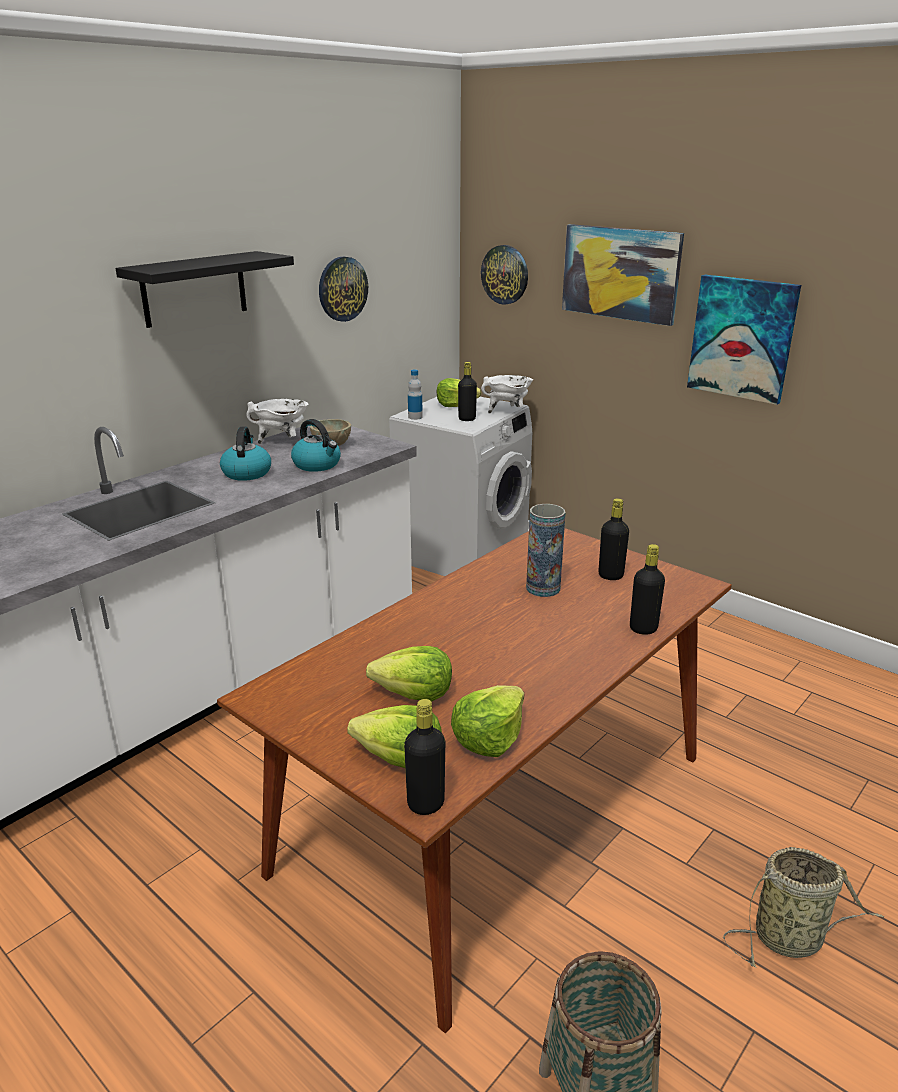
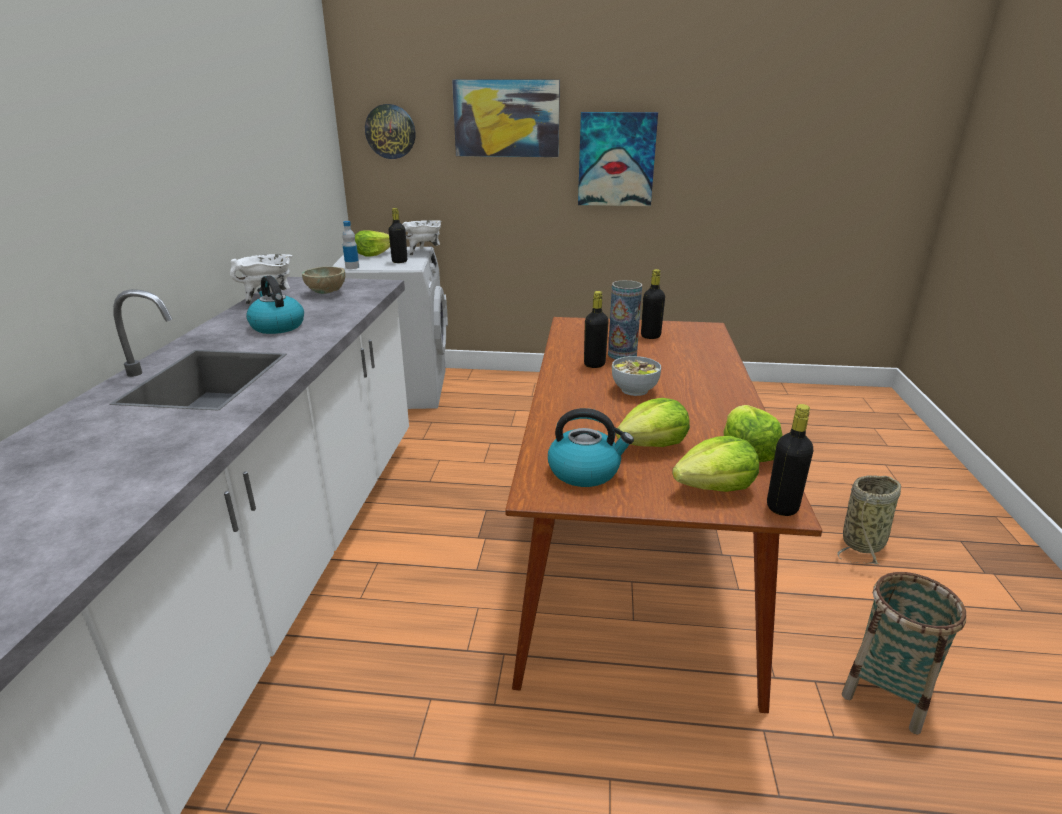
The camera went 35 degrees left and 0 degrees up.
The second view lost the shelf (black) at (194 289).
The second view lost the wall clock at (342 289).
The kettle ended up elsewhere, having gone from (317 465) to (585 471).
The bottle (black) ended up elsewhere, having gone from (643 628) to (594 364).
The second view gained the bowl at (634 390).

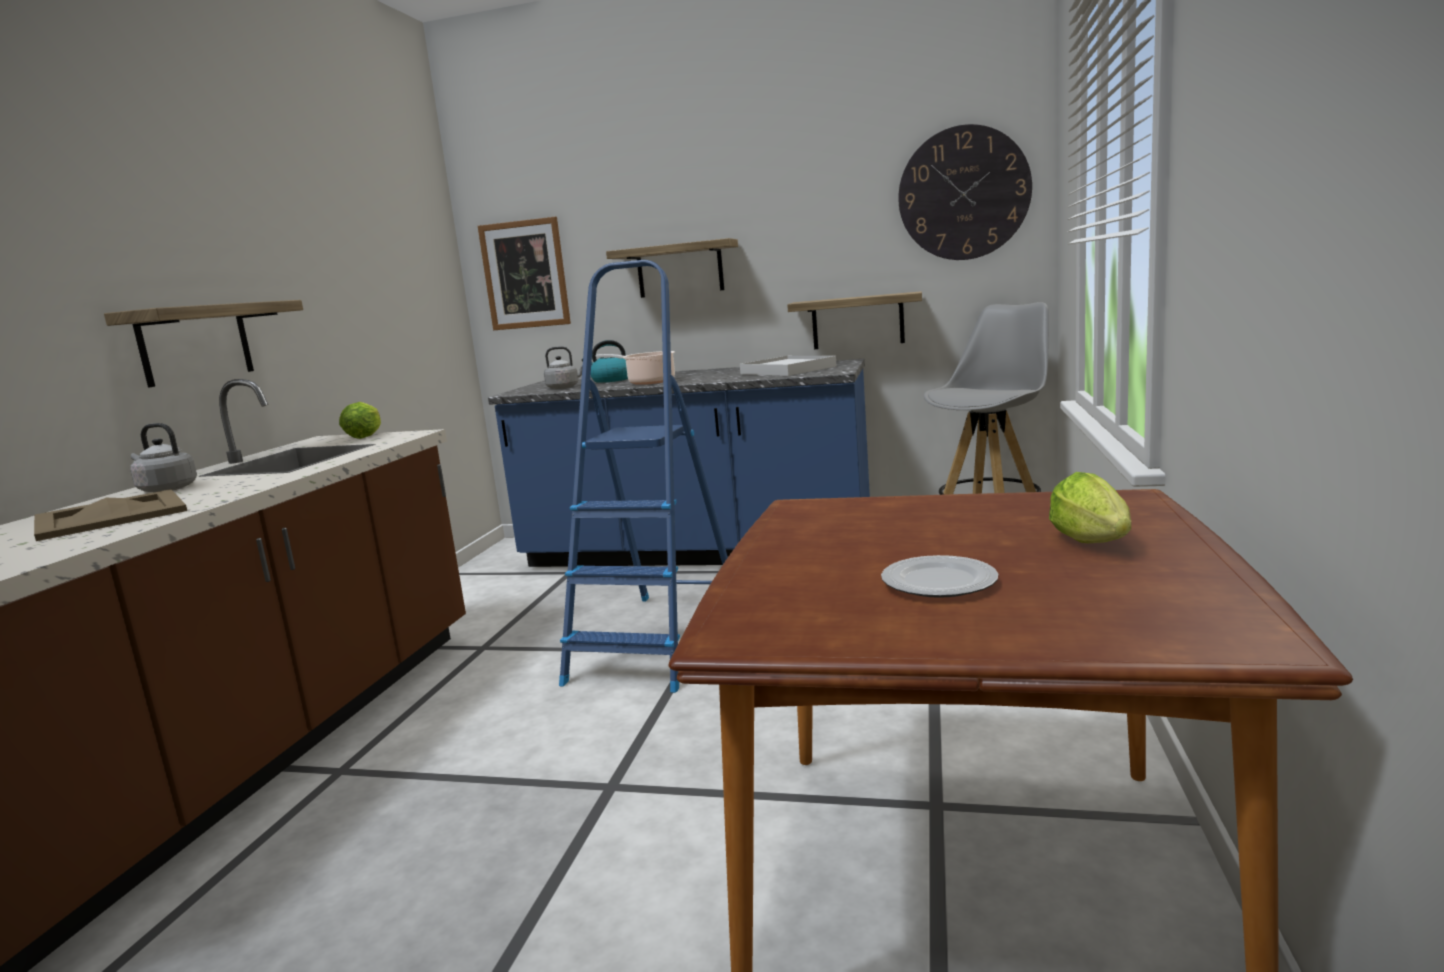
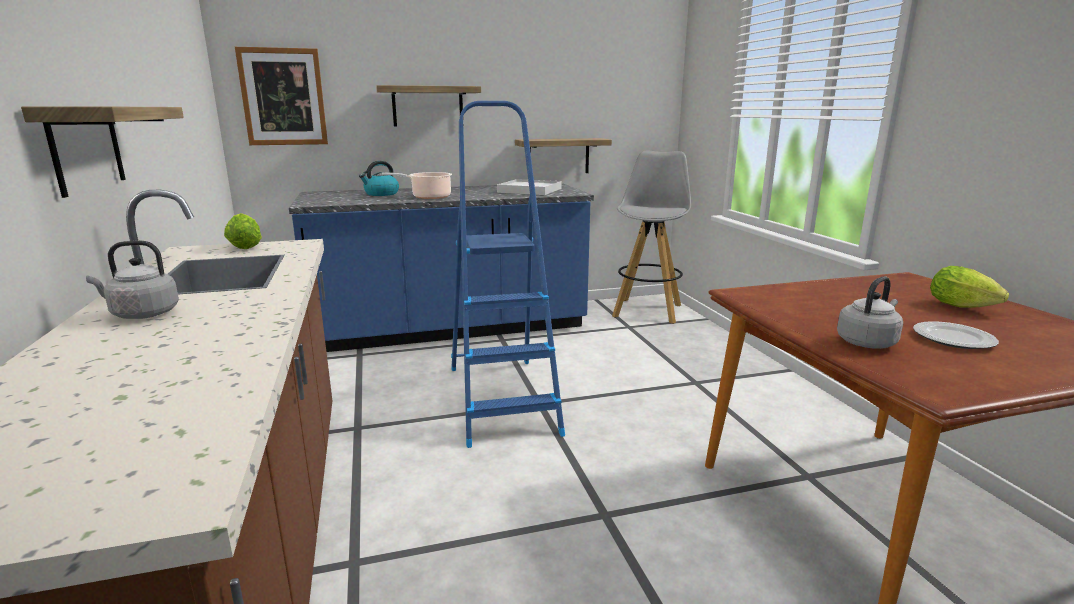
The camera went 30 degrees left and 5 degrees up.
The second view lost the wall clock at (963 193).
The kettle (grey) ended up elsewhere, having gone from (564 387) to (867 342).
The second view lost the tray (beige) at (112 515).

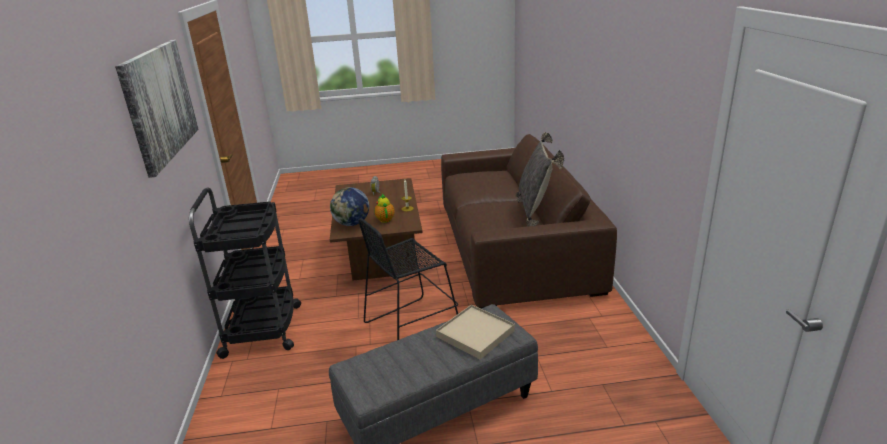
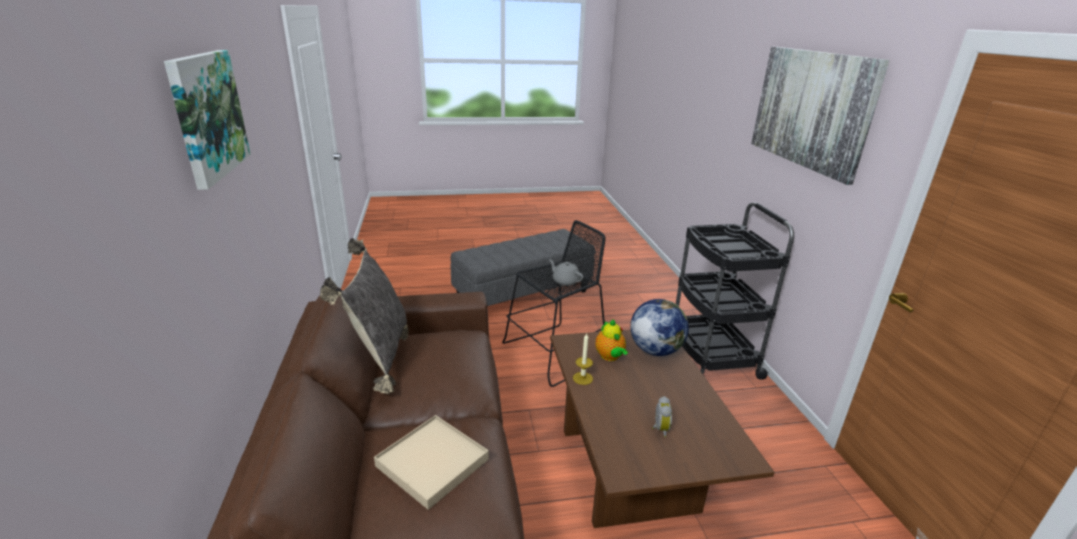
The camera went 175 degrees right and 0 degrees up.
The tray (beige) ended up elsewhere, having gone from (475 334) to (433 462).
The second view gained the picture at (207 115).
The second view gained the teapot (grey) at (565 281).

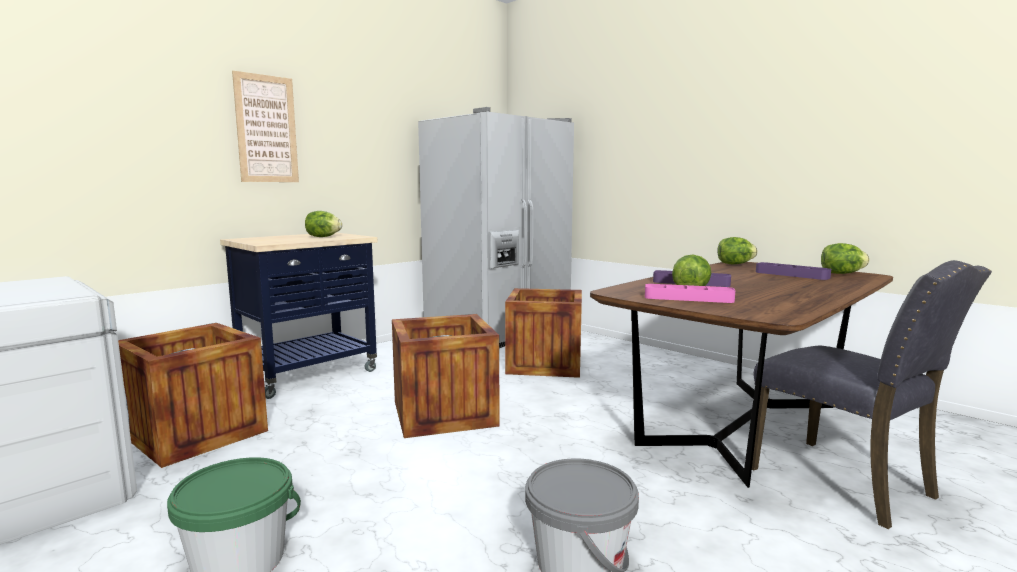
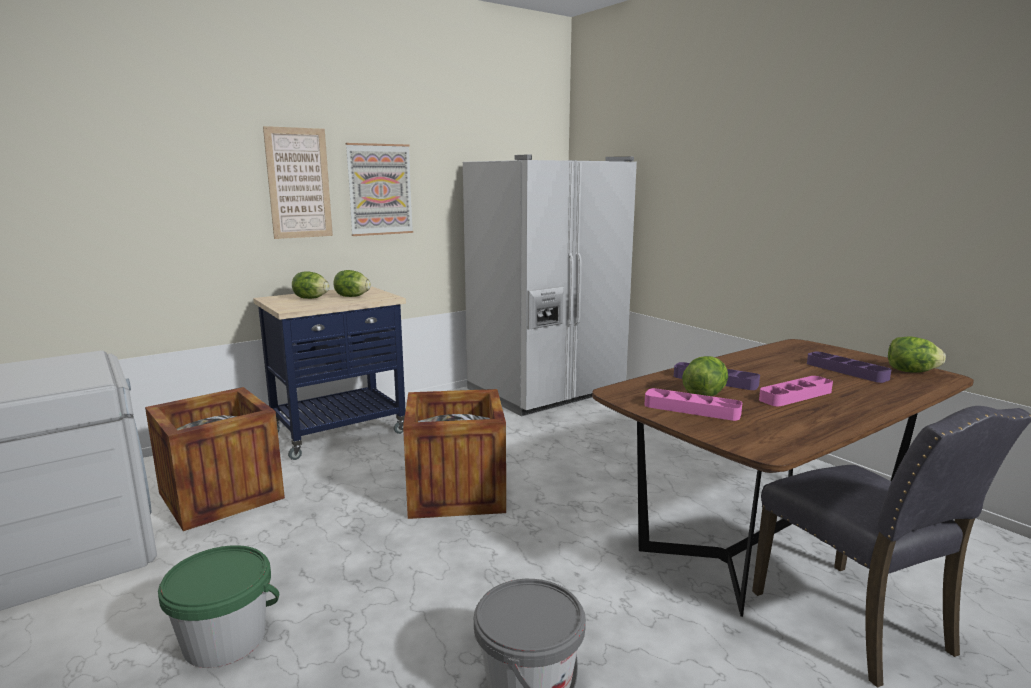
The camera went 10 degrees right and 5 degrees up.
The lettuce ended up elsewhere, having gone from (734 264) to (311 298).
The second view lost the crate at (544 364).
The second view gained the picture at (380 189).
The second view gained the tray (pink) at (795 395).

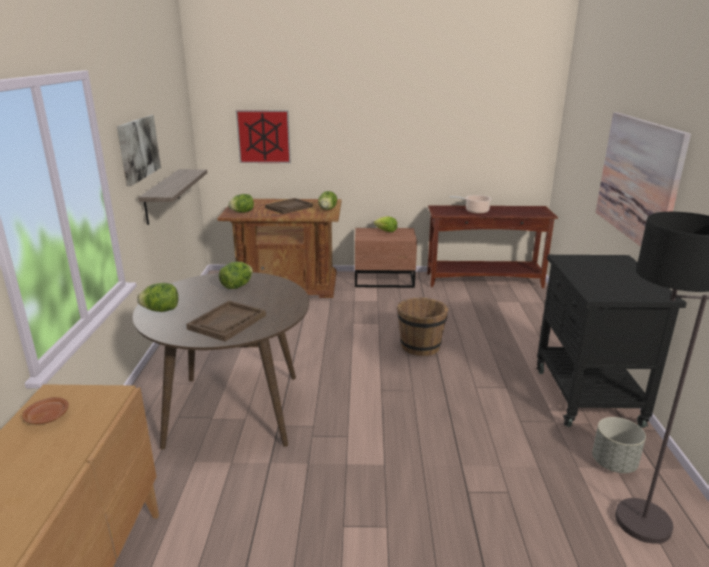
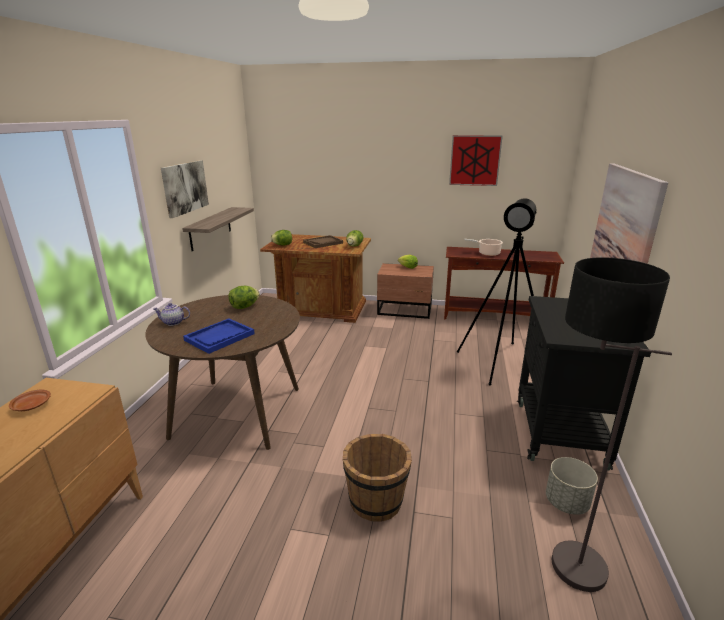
The camera went 10 degrees right and 0 degrees up.
The picture ended up elsewhere, having gone from (263 136) to (475 160).
Where the lettuce stood at (161 310), the teapot came to stand at (173 323).
The bucket (brown) ended up elsewhere, having gone from (420 346) to (376 501).
What was the tray (brown) at (227 322) turned into the tray (blue) at (219 337).
The second view gained the floor lamp (black) at (502 363).

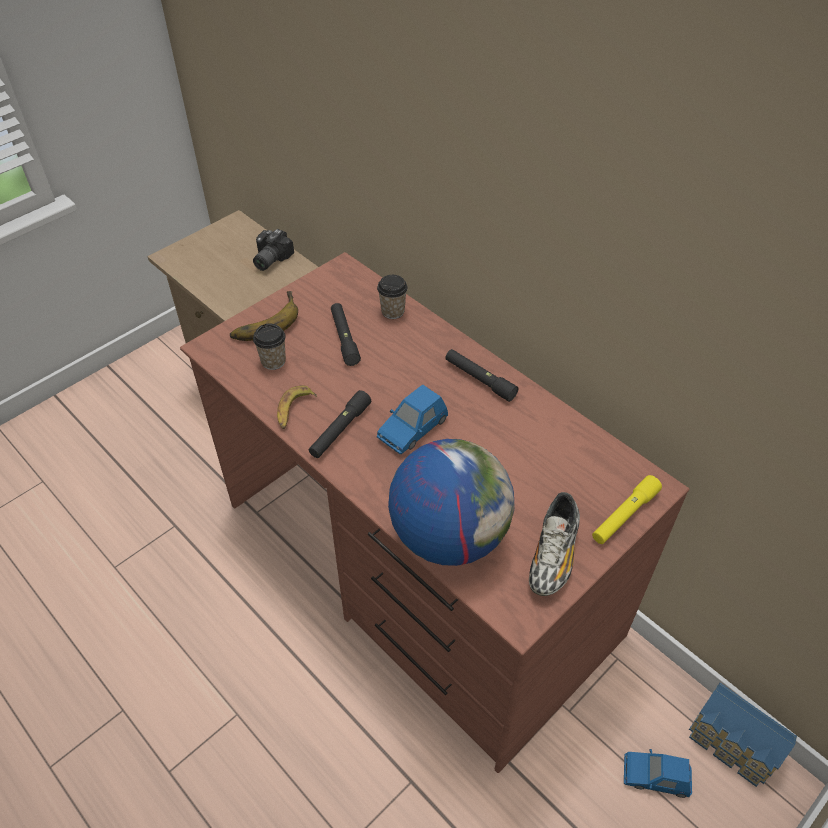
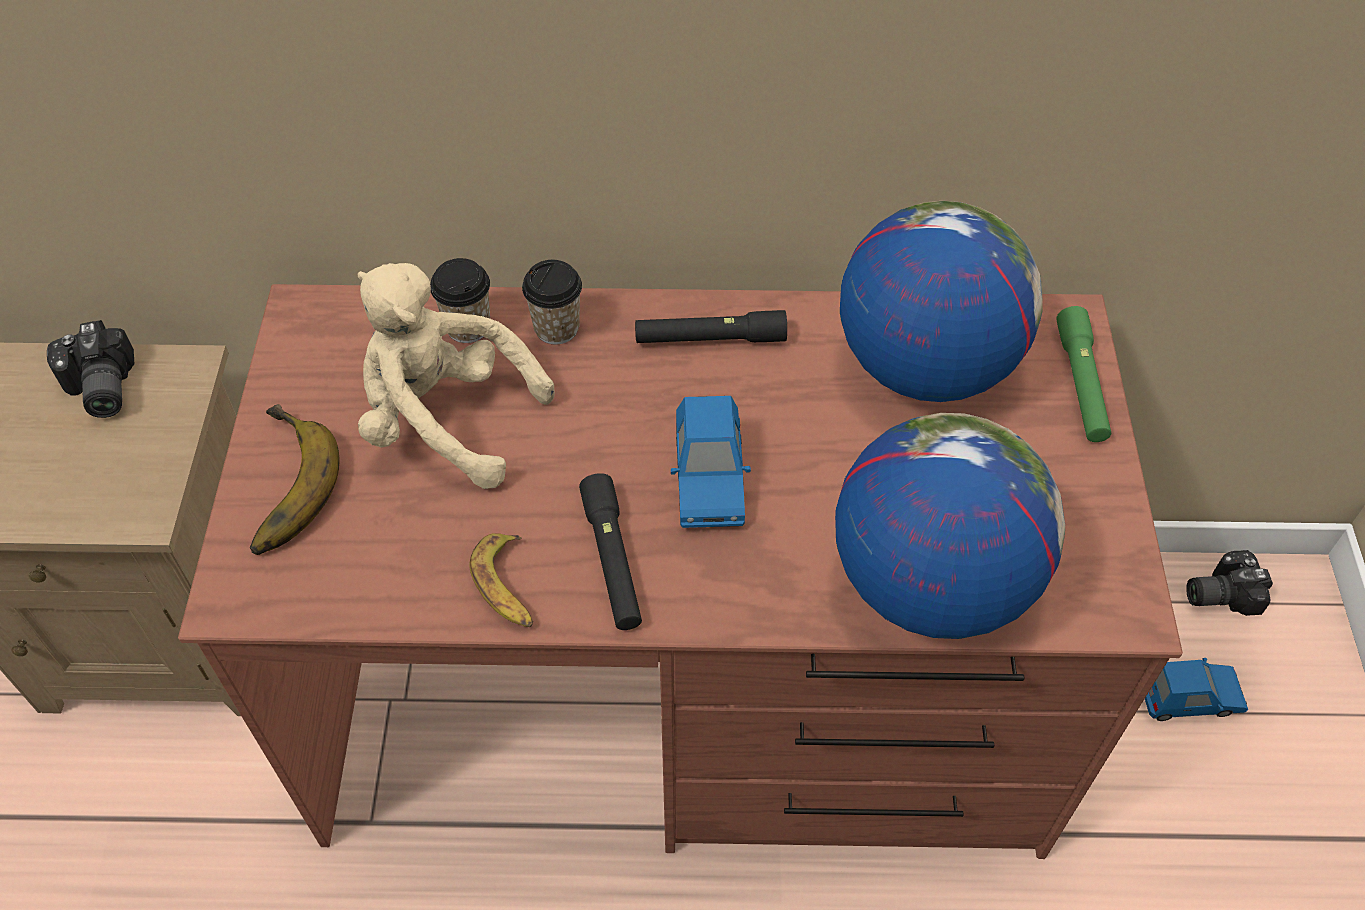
The camera went 45 degrees left and 5 degrees up.
Where the flashlight (black) stood at (344 338), the plush toy (beige) came to stand at (445 420).
The cup ended up elsewhere, having gone from (273 361) to (556 328).
What was the flashlight (yellow) at (624 515) turned into the flashlight (green) at (1081 384).
The second view lost the shoe at (553 555).
Where the toy house stood at (732 745), the photo camera came to stand at (1218 592).
The toy car (blue) at (656 776) ended up facing another way, 150 degrees counterclockwise from before.
The second view gained the globe at (924 365).

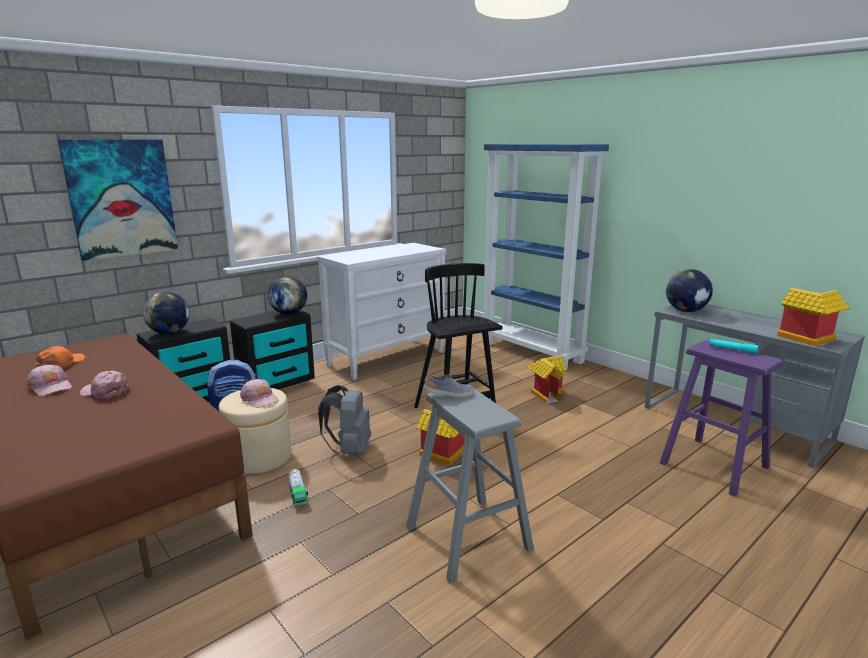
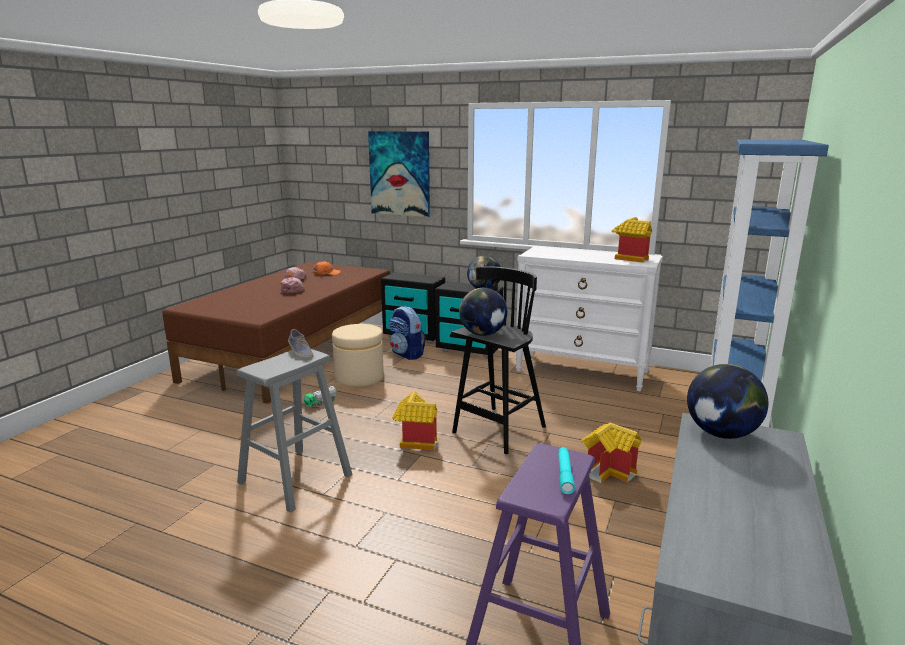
The camera went 65 degrees right and 0 degrees up.
The toy house ended up elsewhere, having gone from (806 339) to (628 258).
The globe ended up elsewhere, having gone from (169 333) to (483 334).
The second view lost the cap (pink) at (260 399).
The second view lost the backpack (grey) at (349 450).

